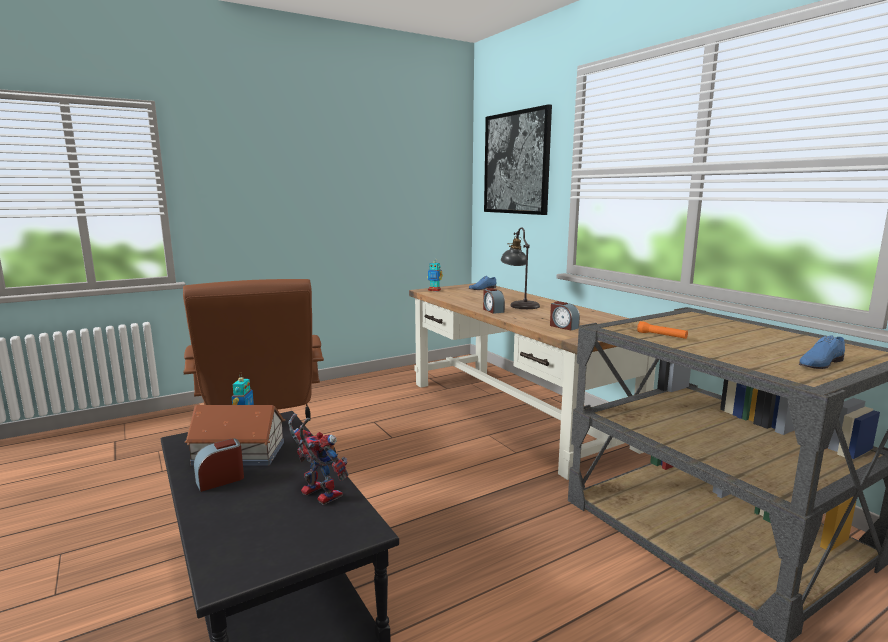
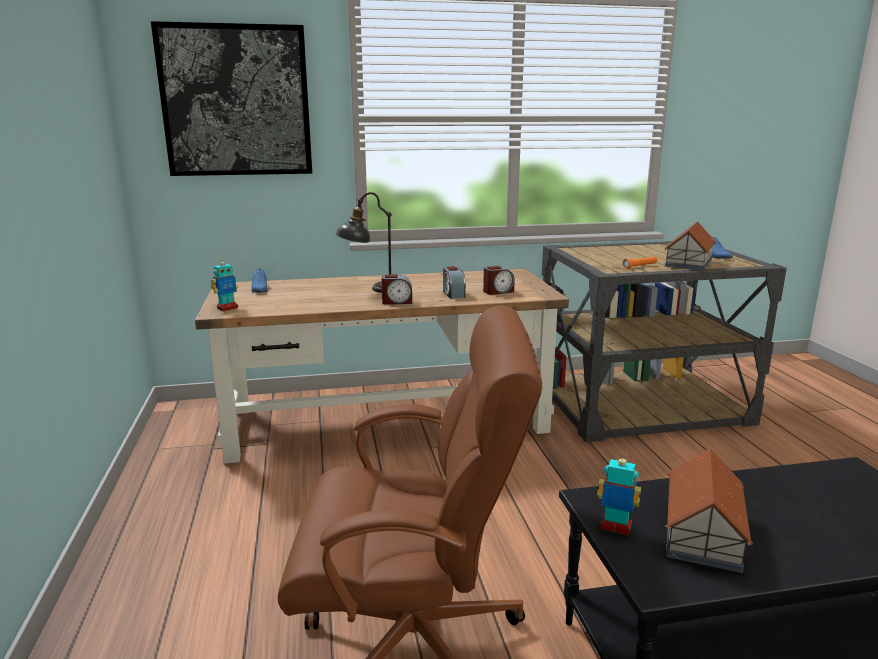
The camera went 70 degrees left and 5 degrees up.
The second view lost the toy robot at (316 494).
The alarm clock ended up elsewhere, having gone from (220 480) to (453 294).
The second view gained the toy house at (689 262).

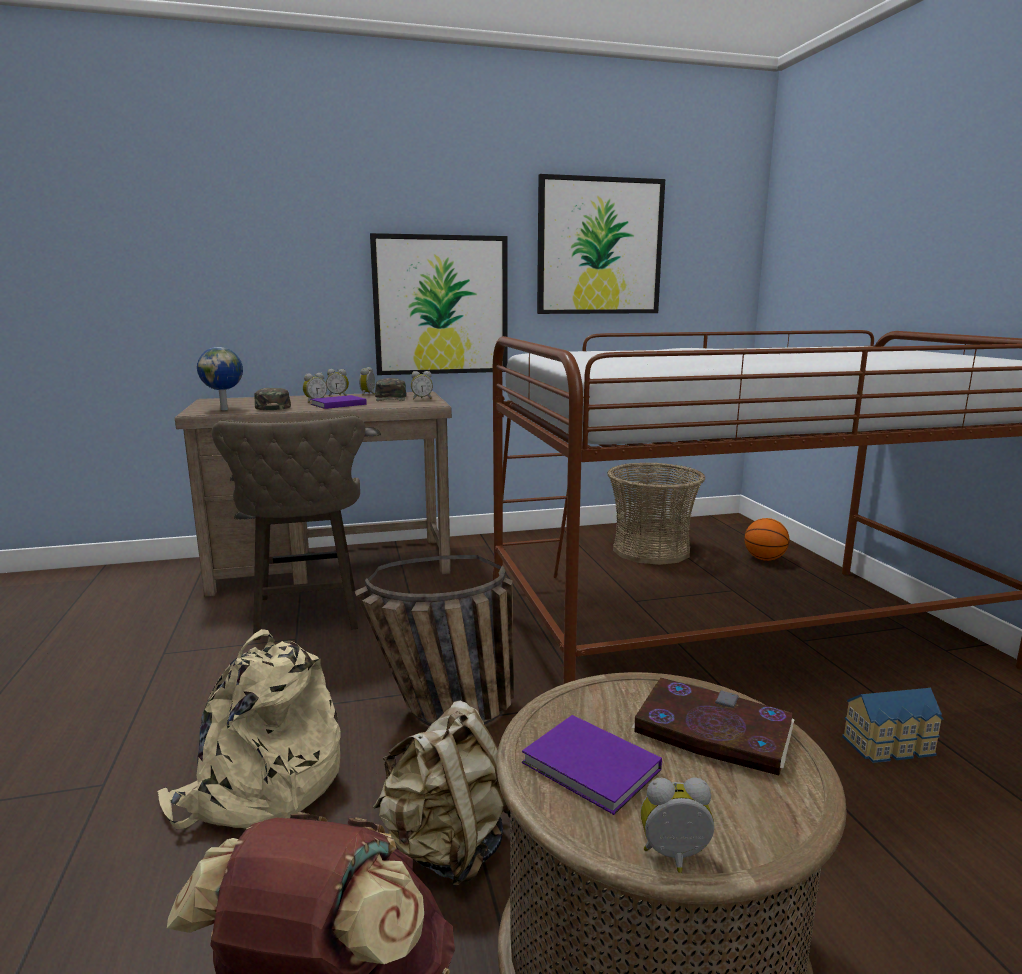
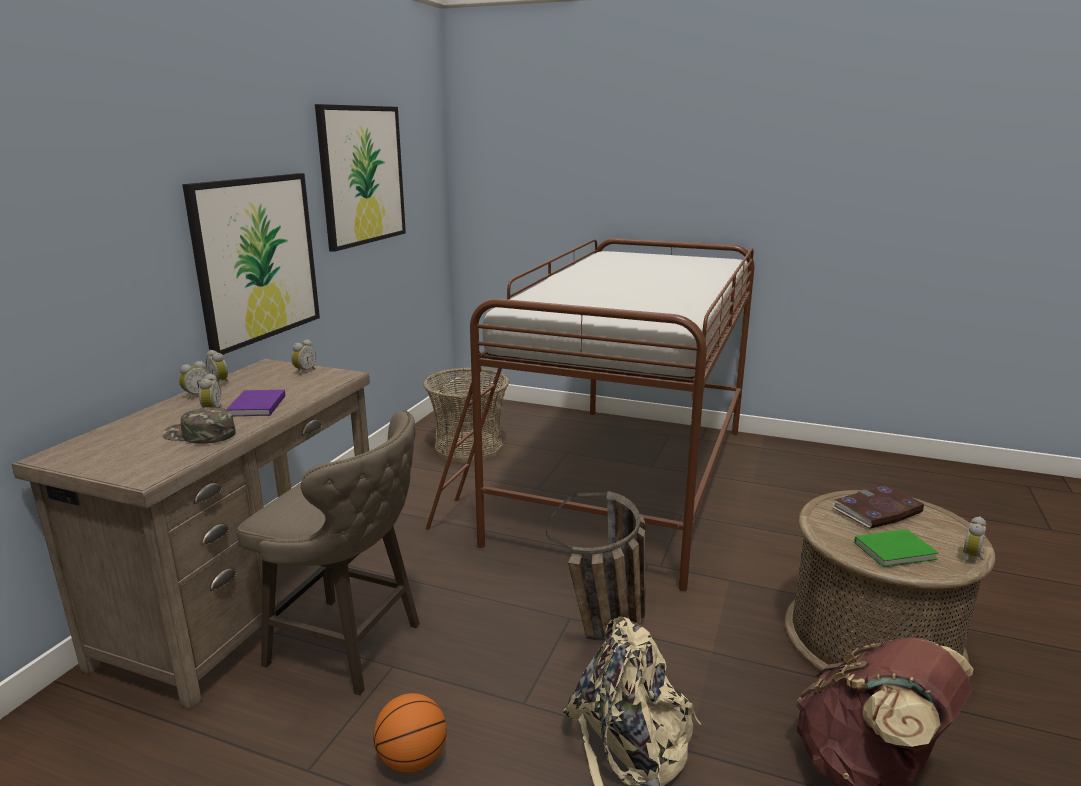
The camera went 55 degrees left and 5 degrees up.
The second view lost the globe at (225 409).
The second view lost the cap (green) at (391 398).
The basketball ended up elsewhere, having gone from (764 559) to (412 759).
The second view lost the toy house at (891 746).
The second view lost the backpack (beige) at (447 847).
What was the book (purple) at (592 769) turned into the book (green) at (897 551).

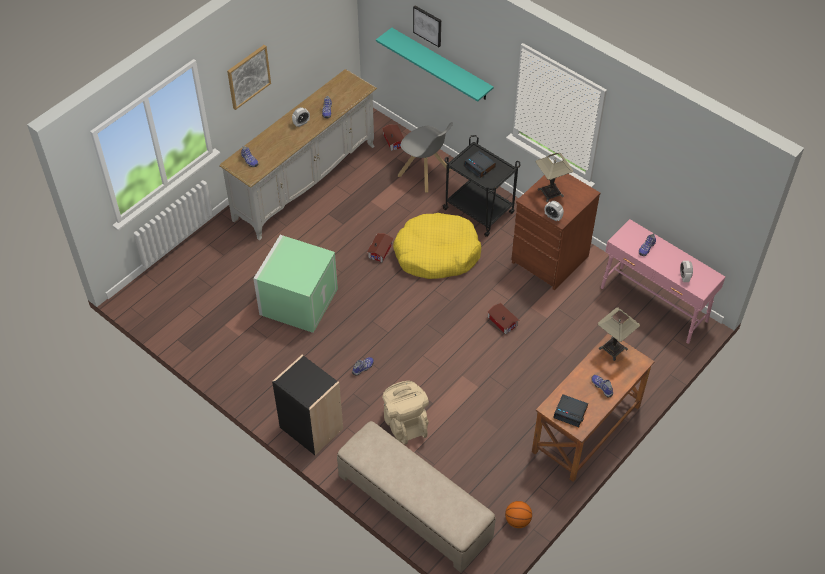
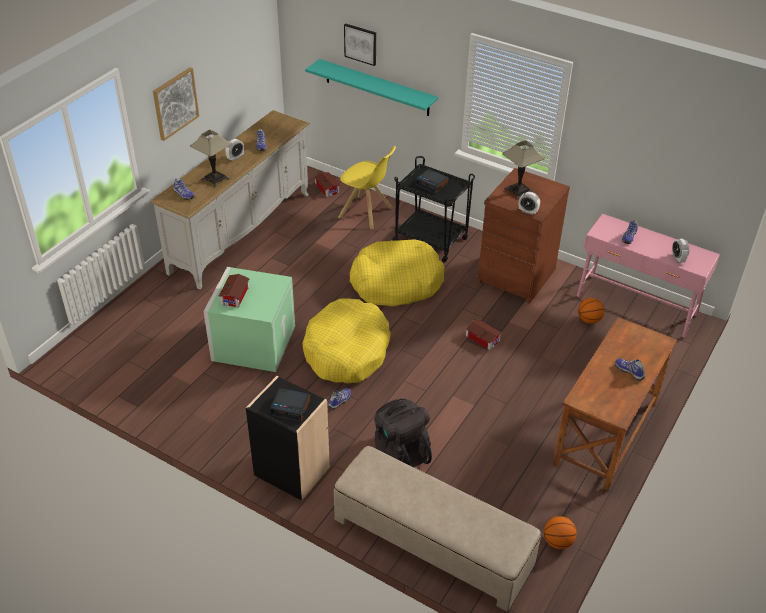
The camera went 10 degrees left and 10 degrees down.
What was the chair (grey) at (425 173) turned into the chair (yellow) at (367 213).
The toy house ended up elsewhere, having gone from (381 250) to (236 295).
The table lamp ended up elsewhere, having gone from (613 348) to (215 179).
What was the backpack (beige) at (405 423) turned into the backpack (black) at (400 452).
The alarm clock ended up elsewhere, having gone from (570 412) to (291 408).
The second view gained the dog bed (yellow) at (347 351).
The second view gained the basketball at (589 320).

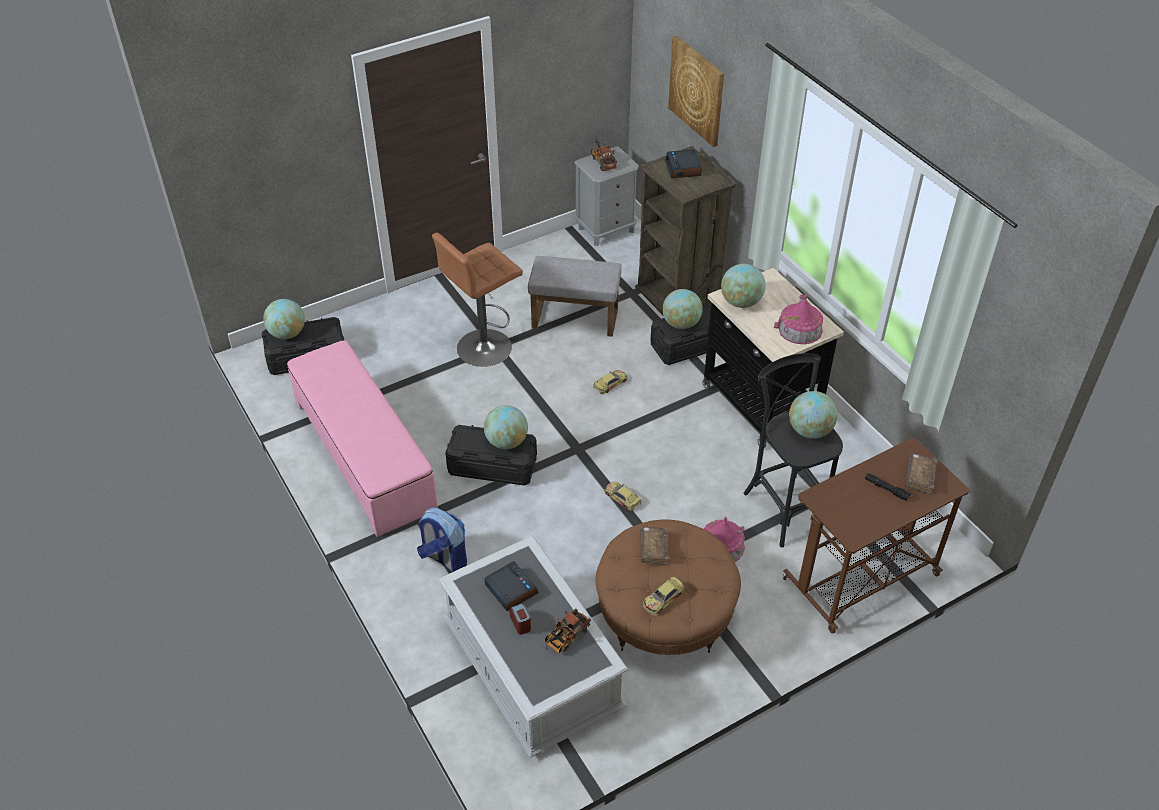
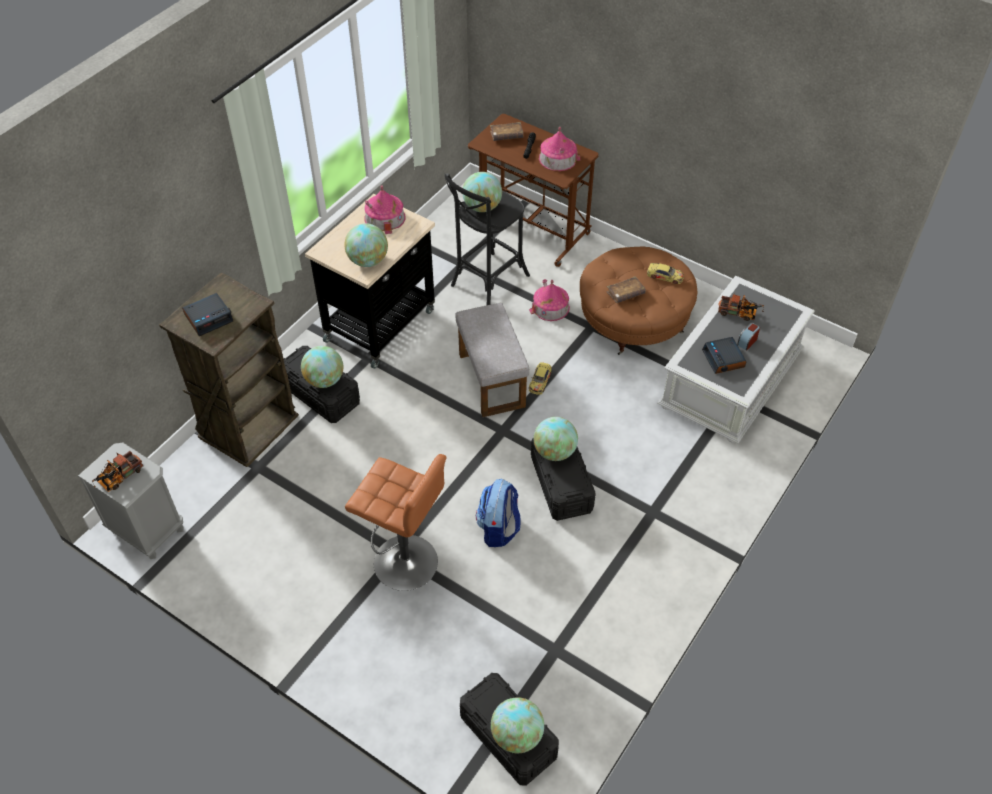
The camera went 115 degrees left and 5 degrees up.
The second view lost the picture at (697 90).
The ottoman (grey) ended up elsewhere, having gone from (576 318) to (490 379).
The second view lost the bench (pink) at (363 453).
The second view lost the toy car at (610 383).
The backpack ended up elsewhere, having gone from (444 558) to (499 529).
The alarm clock at (510 589) ended up facing another way, 45 degrees counterclockwise from before.
The second view gained the toy house at (558 158).

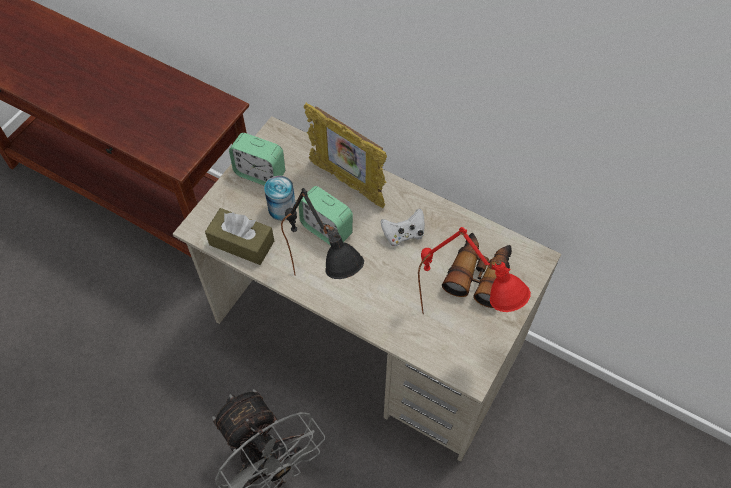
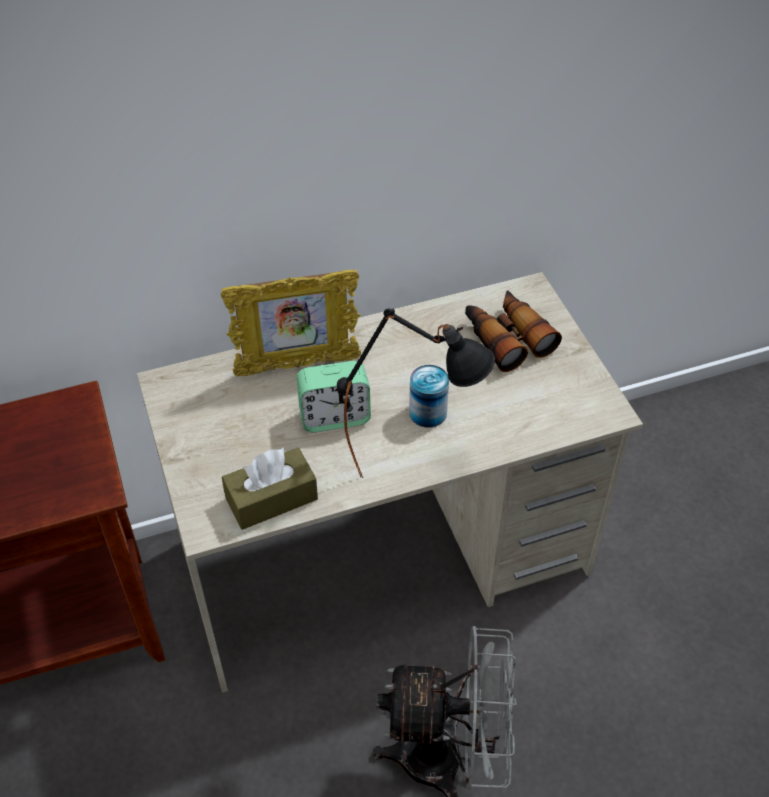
The camera went 50 degrees left and 10 degrees down.
The second view lost the alarm clock at (260 173).
The can ended up elsewhere, having gone from (282 208) to (428 412).
The second view lost the game controller (white) at (403 234).
The second view lost the table lamp (red) at (460 326).

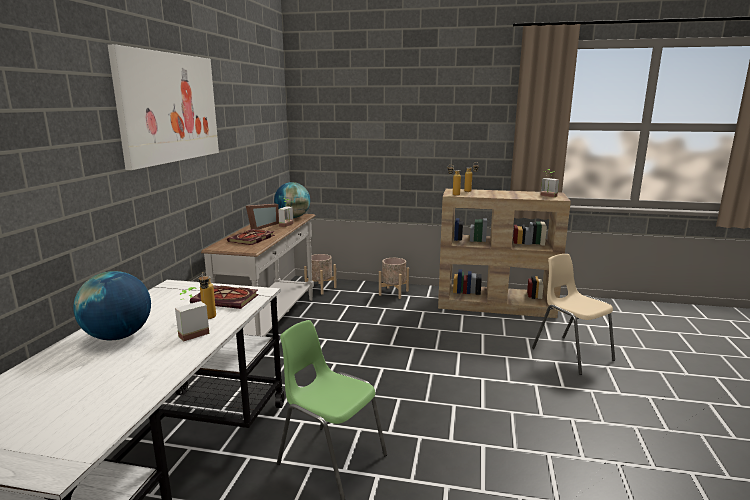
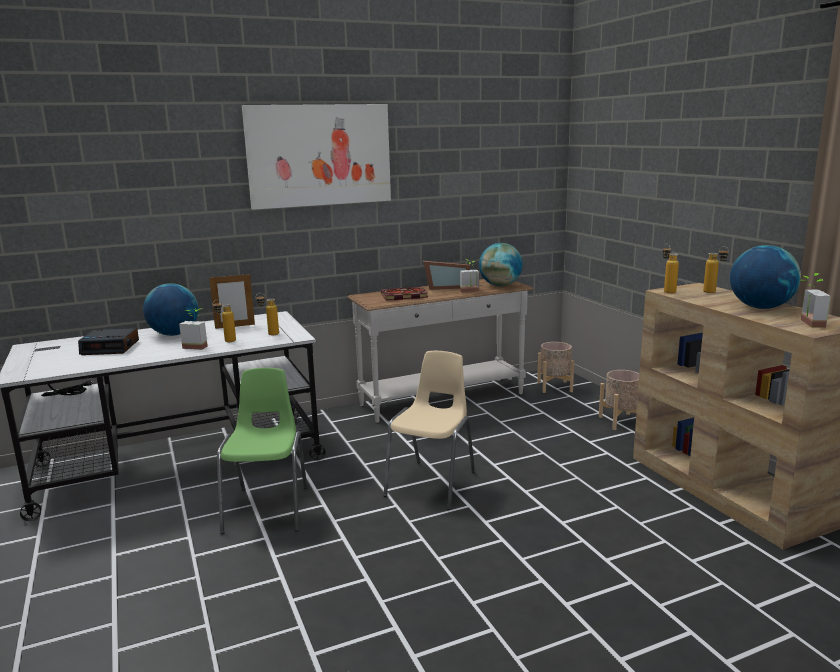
The camera went 55 degrees right and 0 degrees up.
The chair (beige) ended up elsewhere, having gone from (571 354) to (432 484).
Where the book stood at (227 299), the bottle came to stand at (269 334).
The second view gained the globe at (760 307).
The second view gained the picture frame at (235 326).
The second view gained the alarm clock at (111 347).

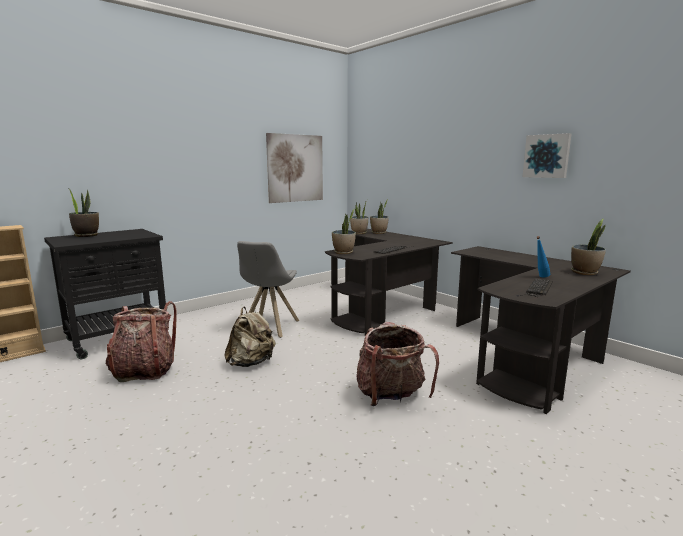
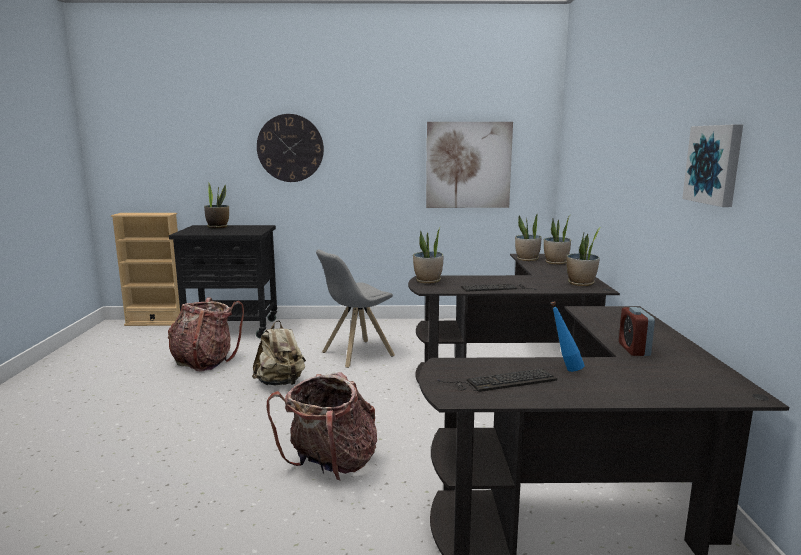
The camera went 40 degrees right and 0 degrees up.
The potted plant ended up elsewhere, having gone from (585 272) to (581 283).
The second view gained the wall clock at (290 148).
The second view gained the alarm clock at (634 349).

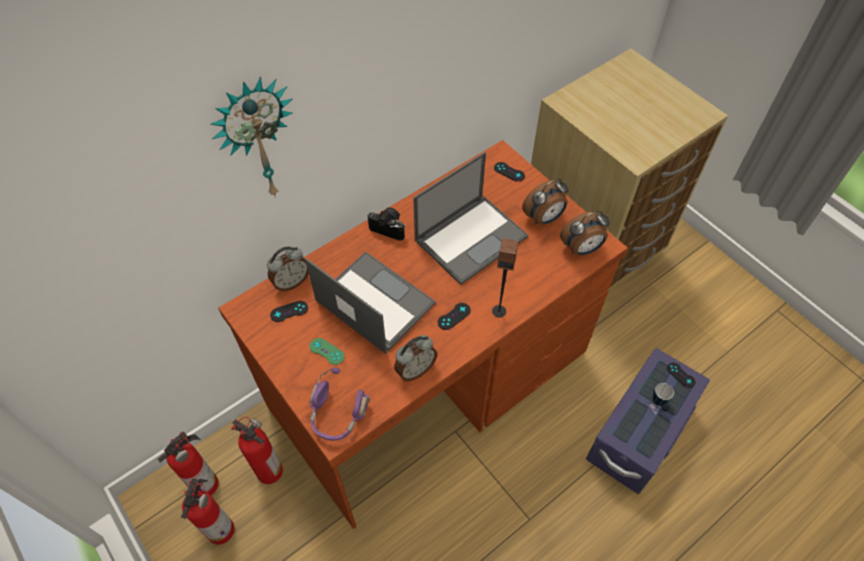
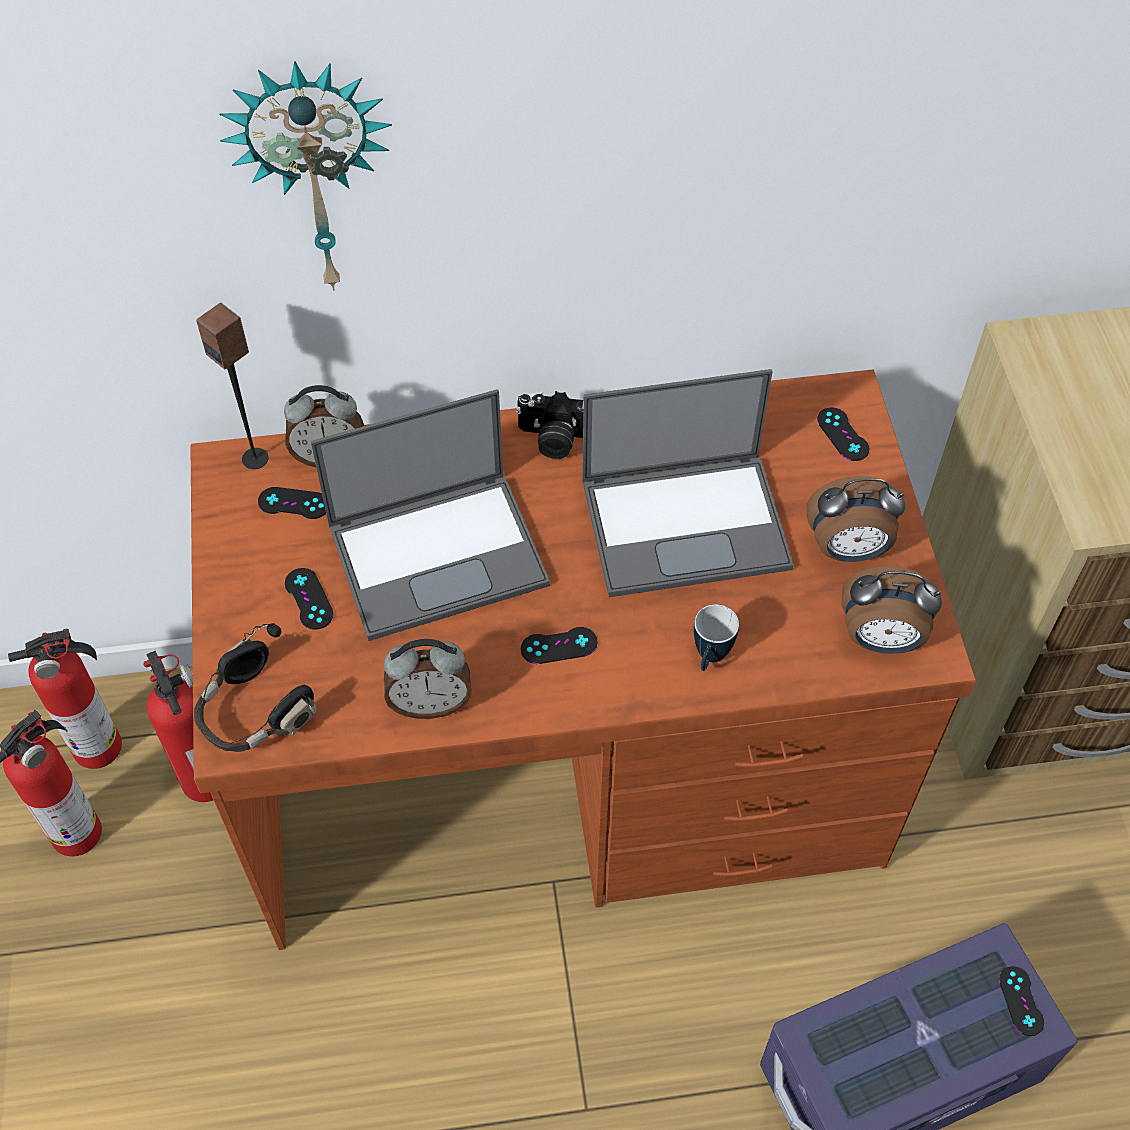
The camera went 30 degrees right and 0 degrees up.
The photo camera at (389 228) ended up facing another way, 135 degrees clockwise from before.
The speaker ended up elsewhere, having gone from (499 311) to (255 458).
The laptop at (373 301) ended up facing another way, 90 degrees clockwise from before.
What was the game controller (green) at (327 351) turned into the game controller (black) at (309 599).
What was the headphones (purple) at (337 416) turned into the headphones (black) at (254 712).
The mug ended up elsewhere, having gone from (659 404) to (709 659).

